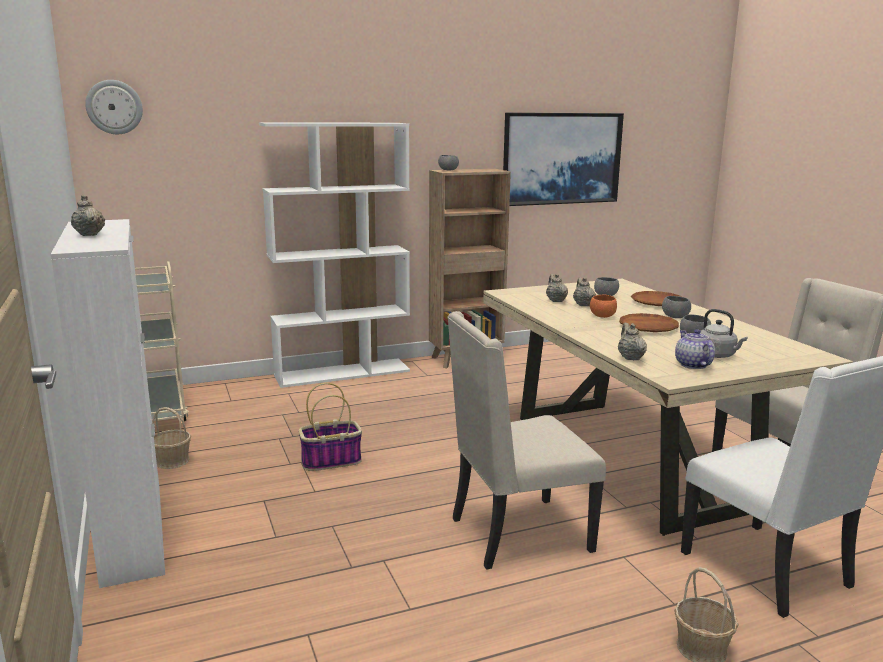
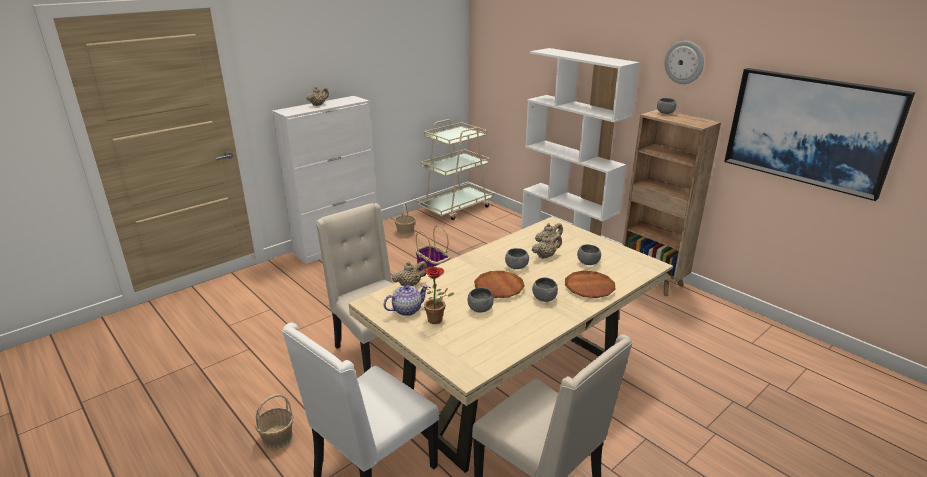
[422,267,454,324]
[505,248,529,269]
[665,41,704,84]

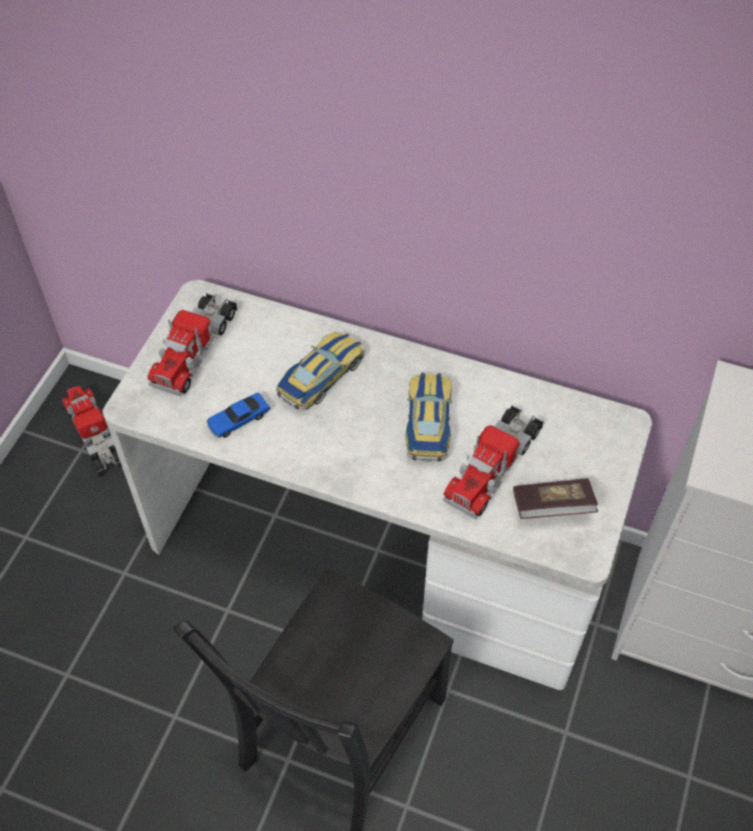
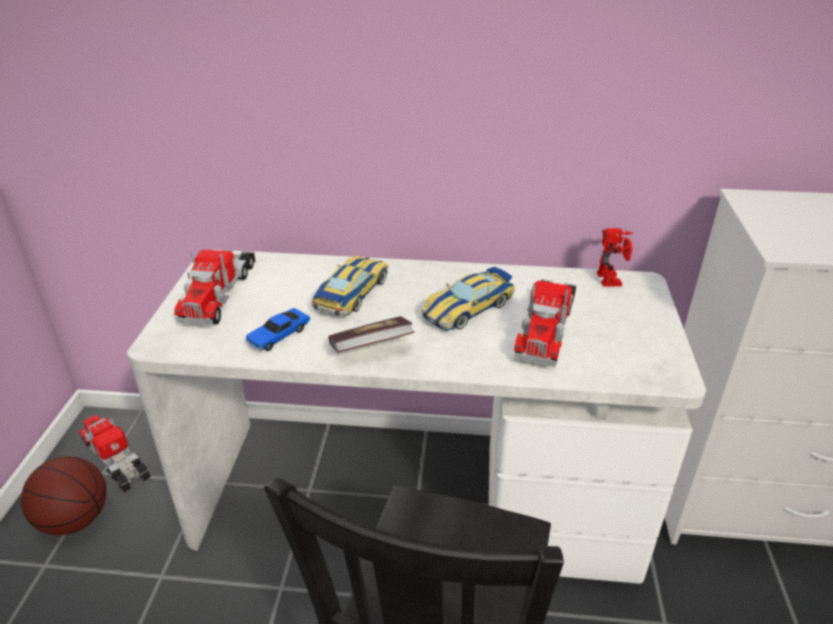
[21,456,107,535]
[328,316,414,352]
[421,267,515,331]
[597,228,633,287]

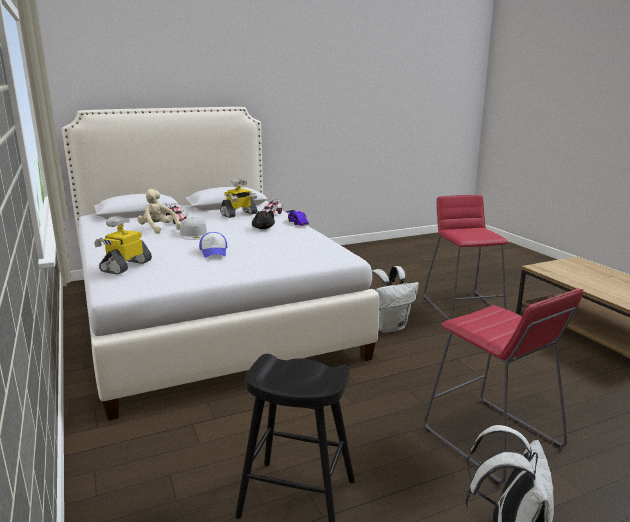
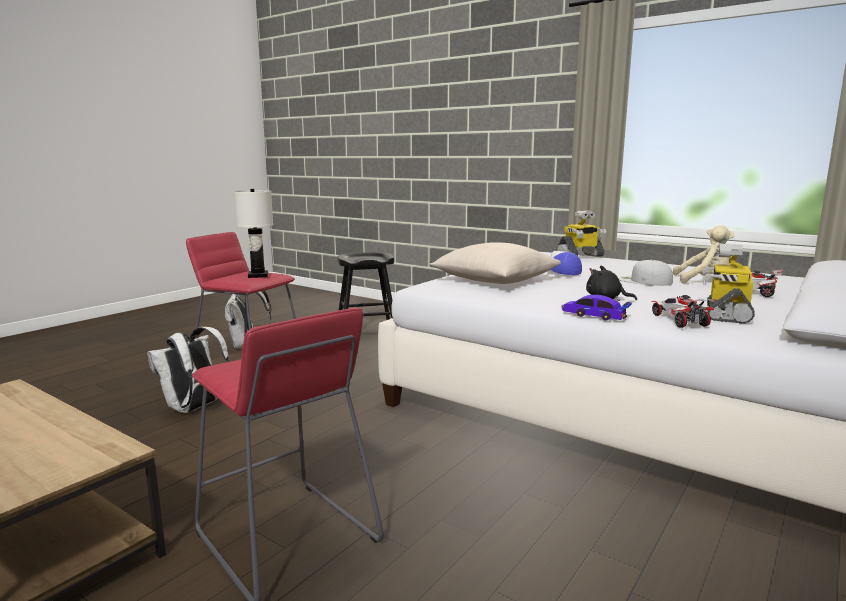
[147,327,230,413]
[233,189,273,278]
[430,242,561,284]
[556,210,607,256]

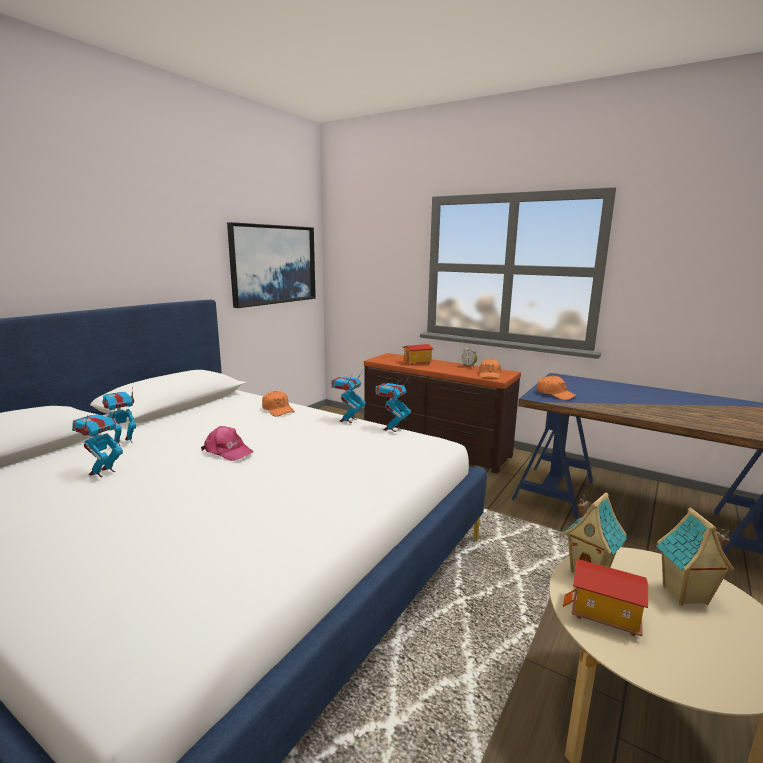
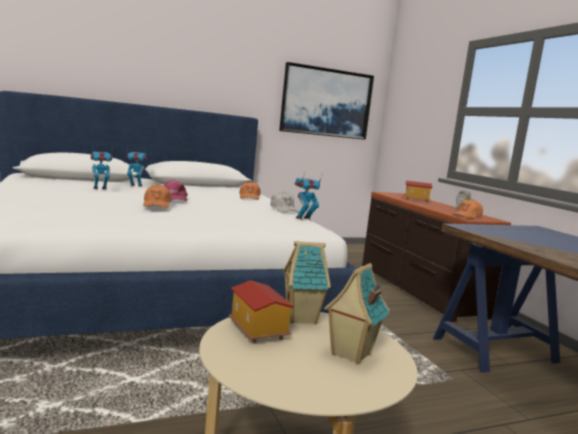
[143,184,172,208]
[271,192,299,213]

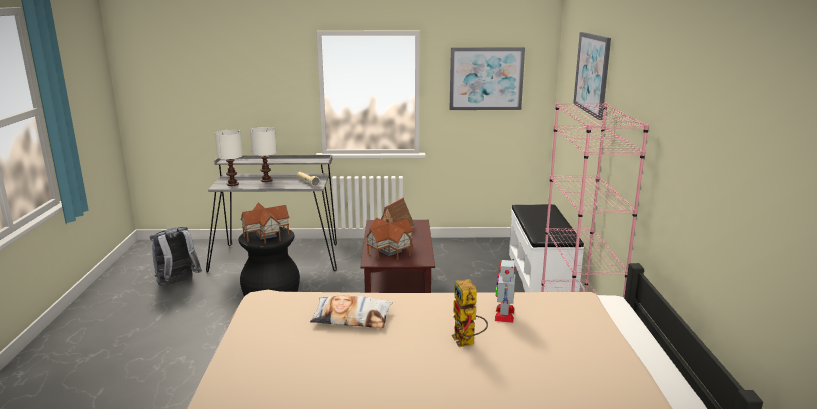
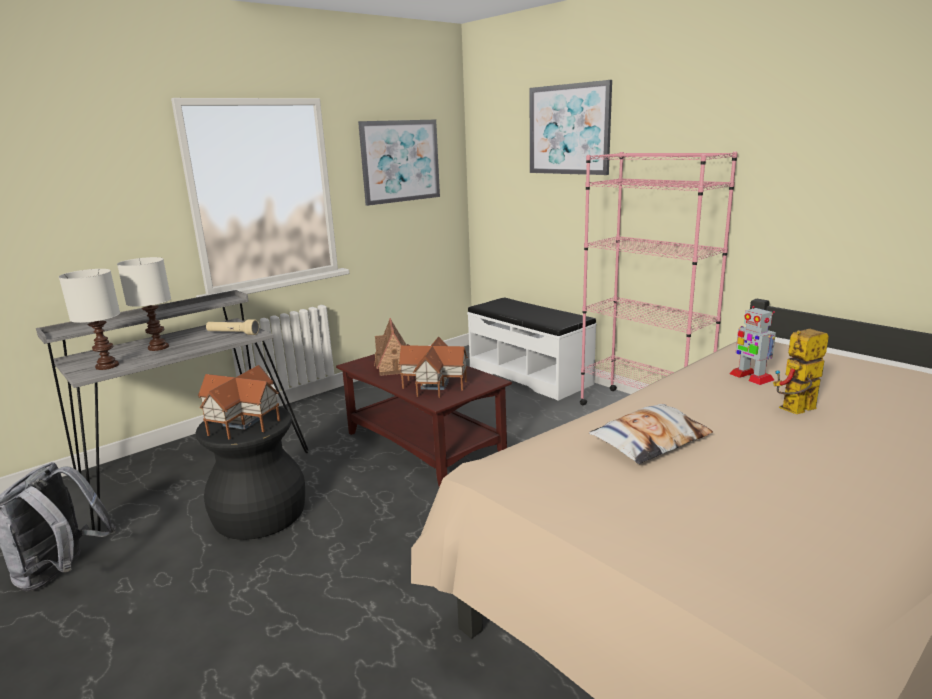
[773,329,829,414]

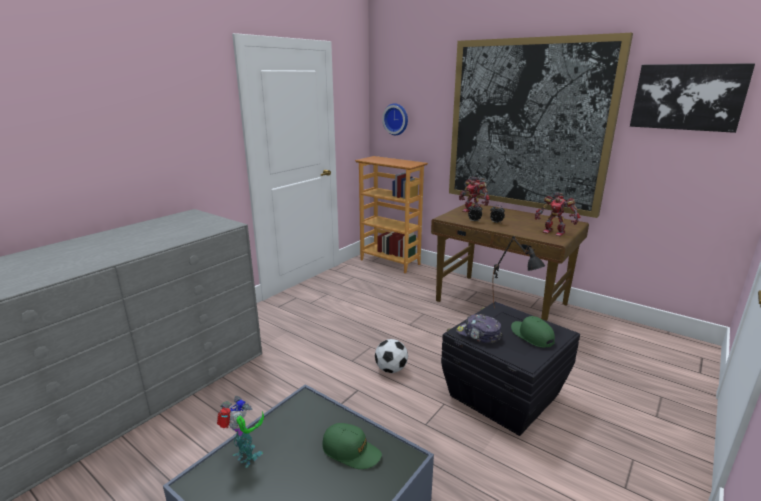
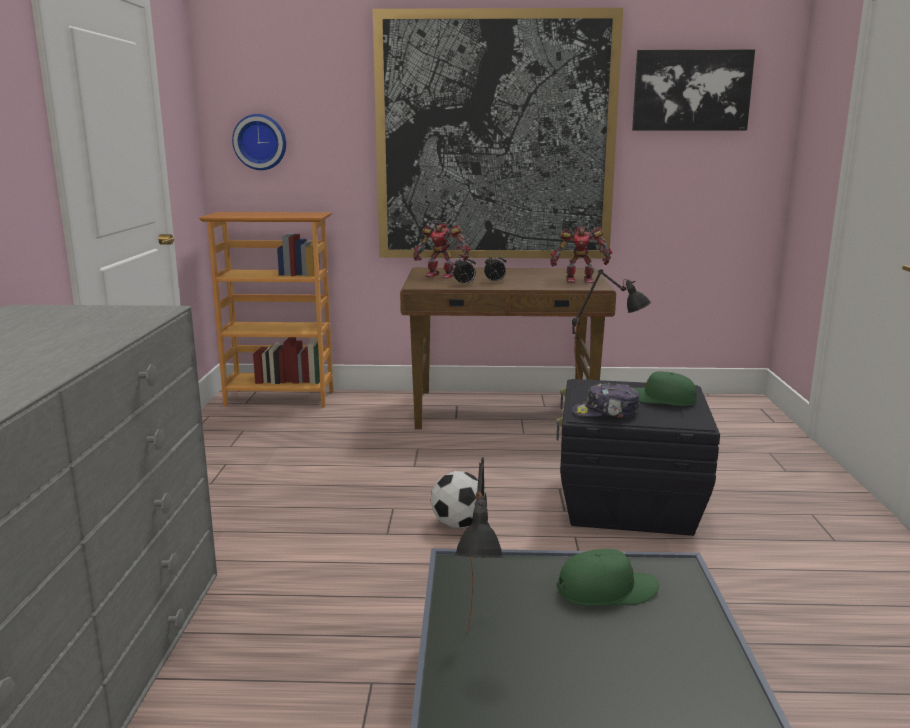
[455,457,503,631]

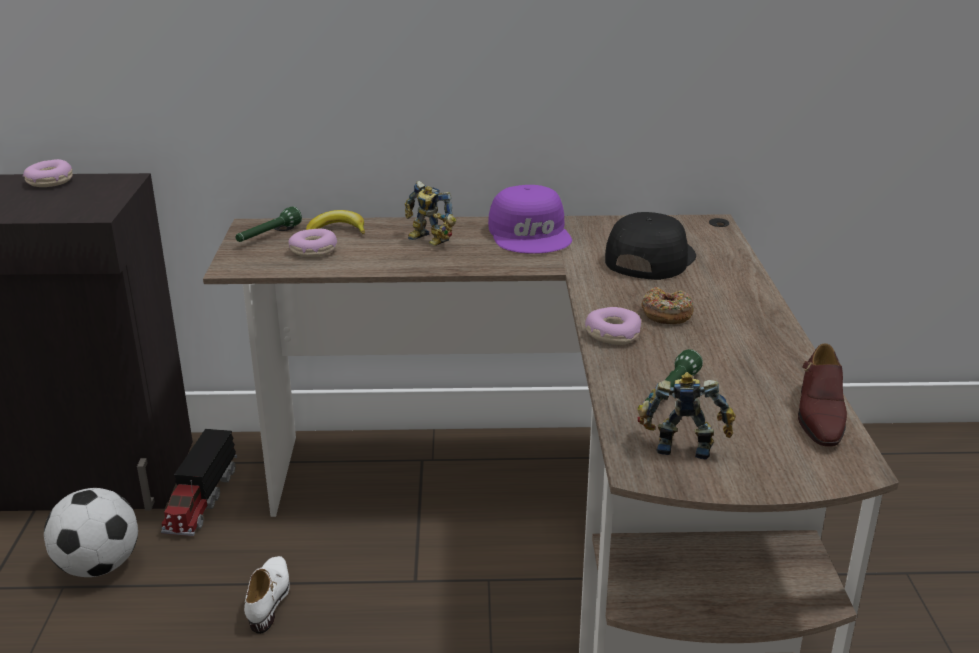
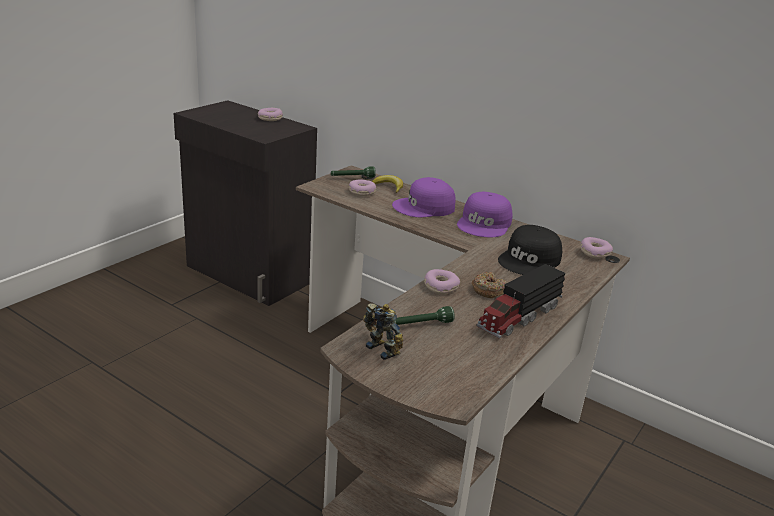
[392,177,456,217]
[476,264,565,339]
[498,225,562,275]
[580,237,613,258]
[44,488,138,577] (first image)
[244,556,290,634] (first image)
[798,343,847,447] (first image)

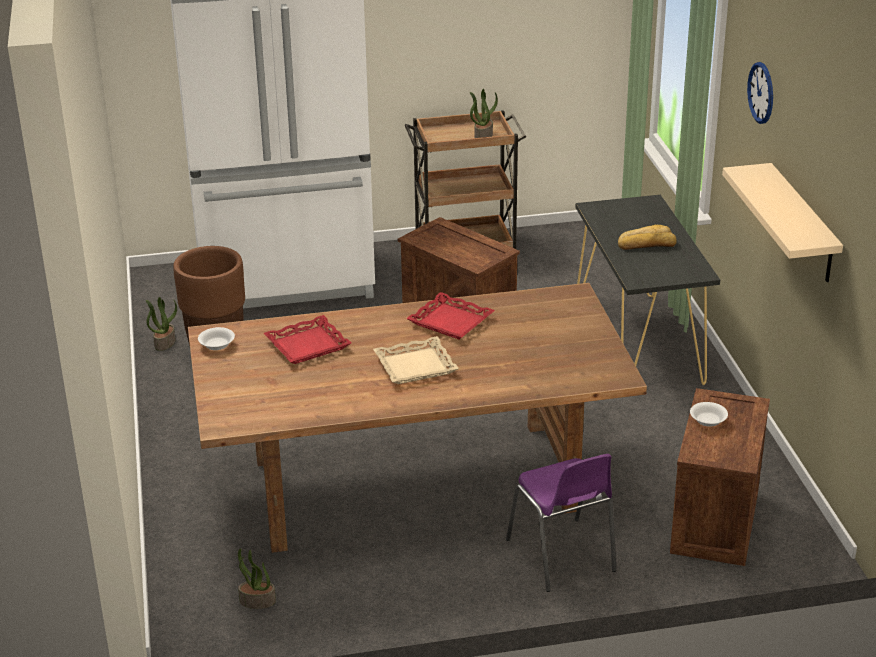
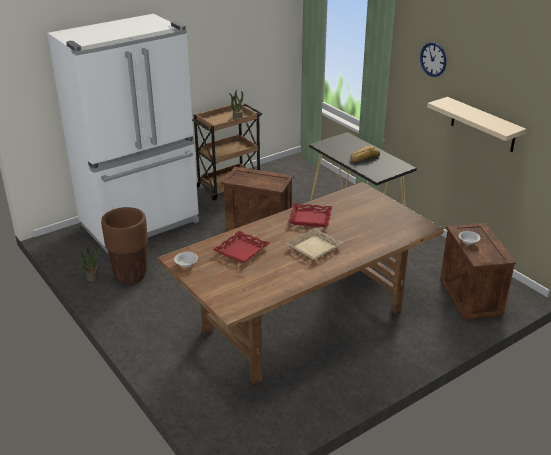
[238,549,276,609] (first image)
[506,454,617,592] (first image)

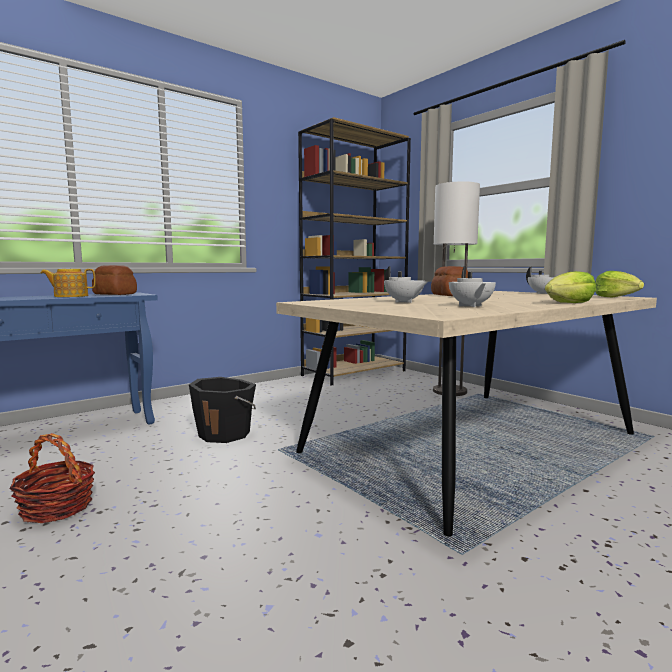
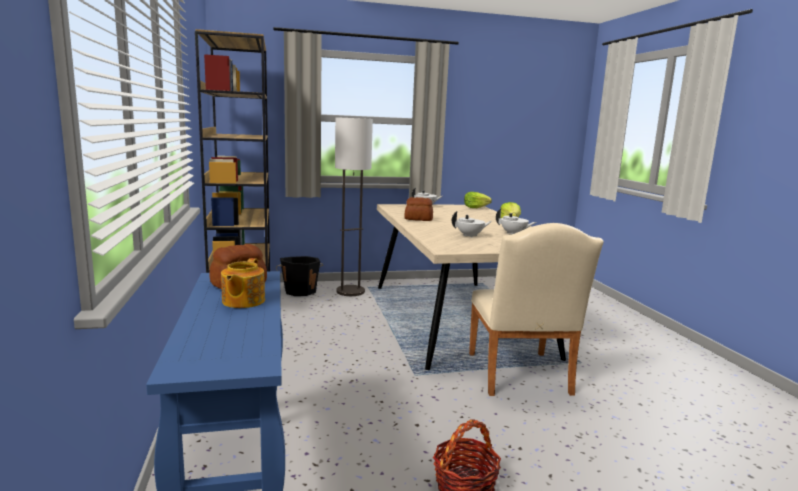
[276,256,323,296]
[469,223,604,396]

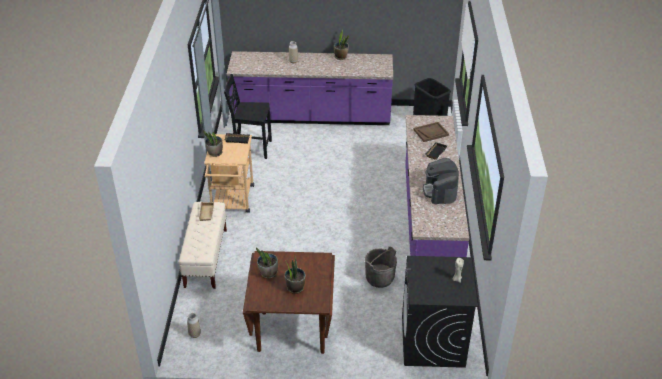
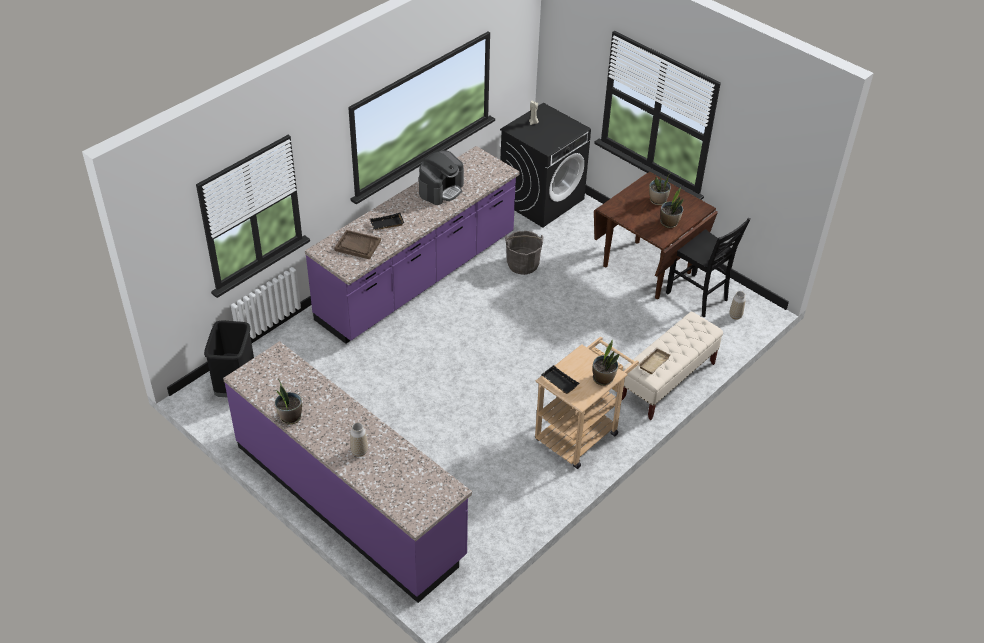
[666,218,750,317]

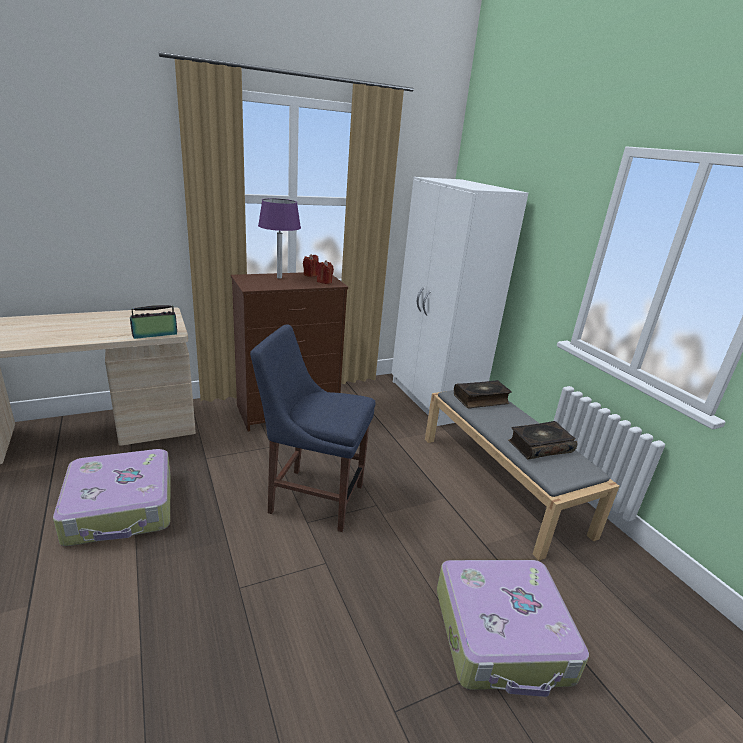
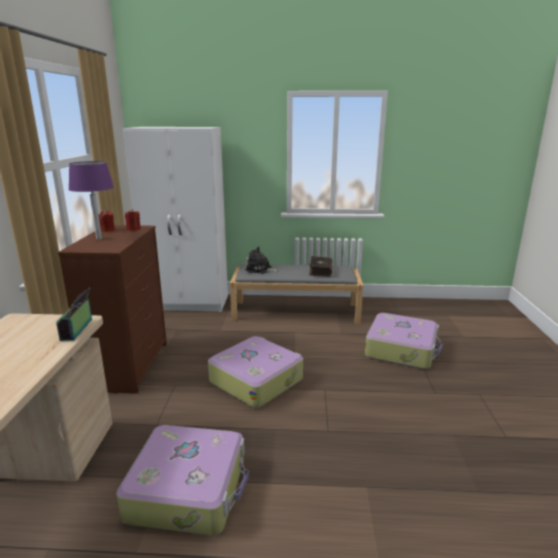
[208,336,303,408]
[245,247,279,274]

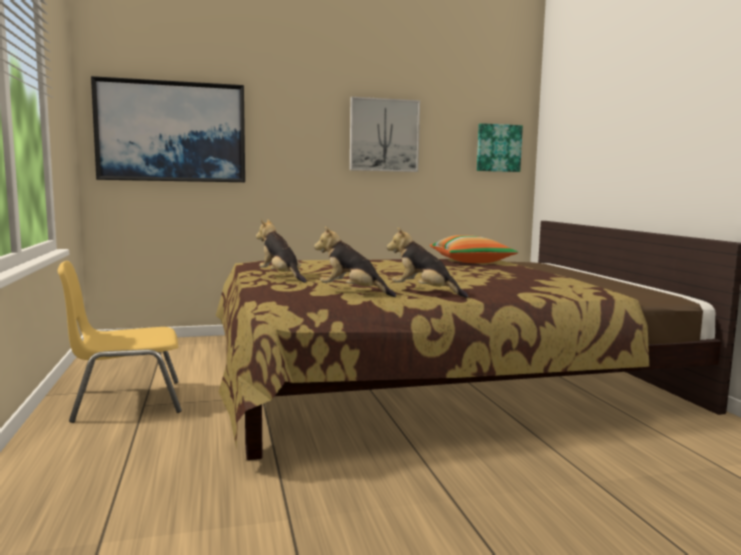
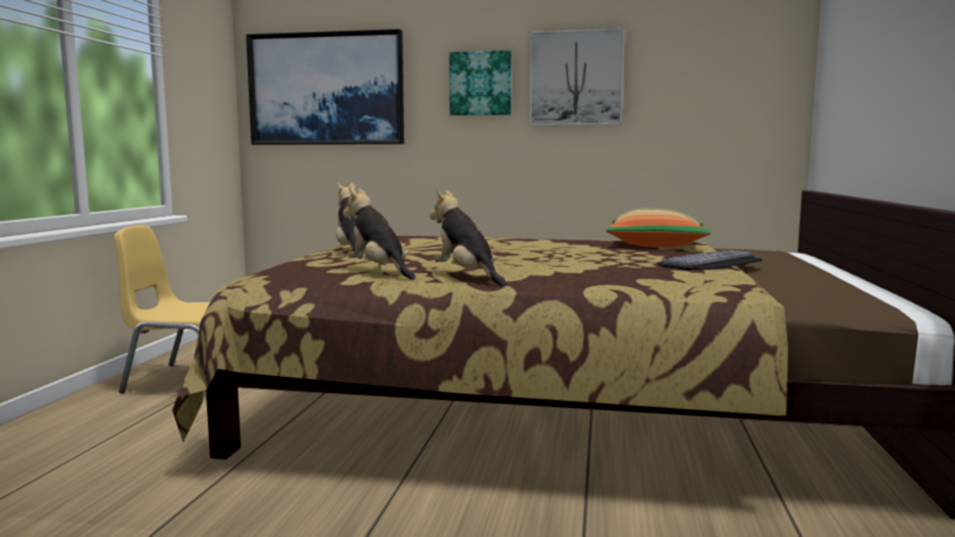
[449,50,512,116]
[657,250,762,270]

